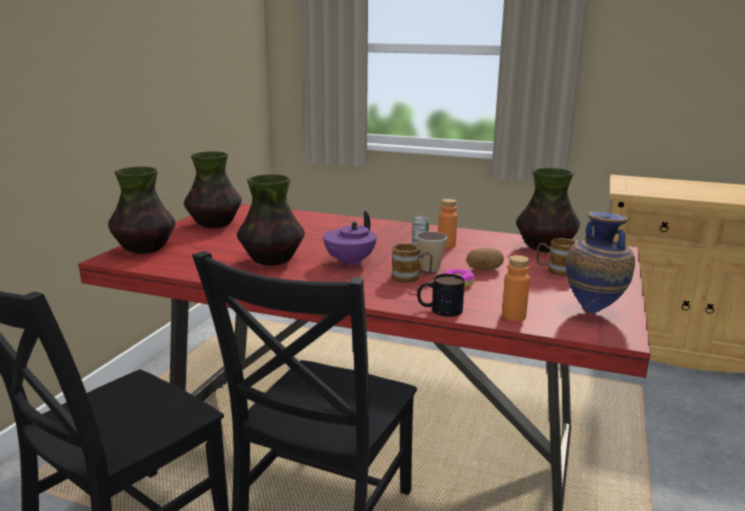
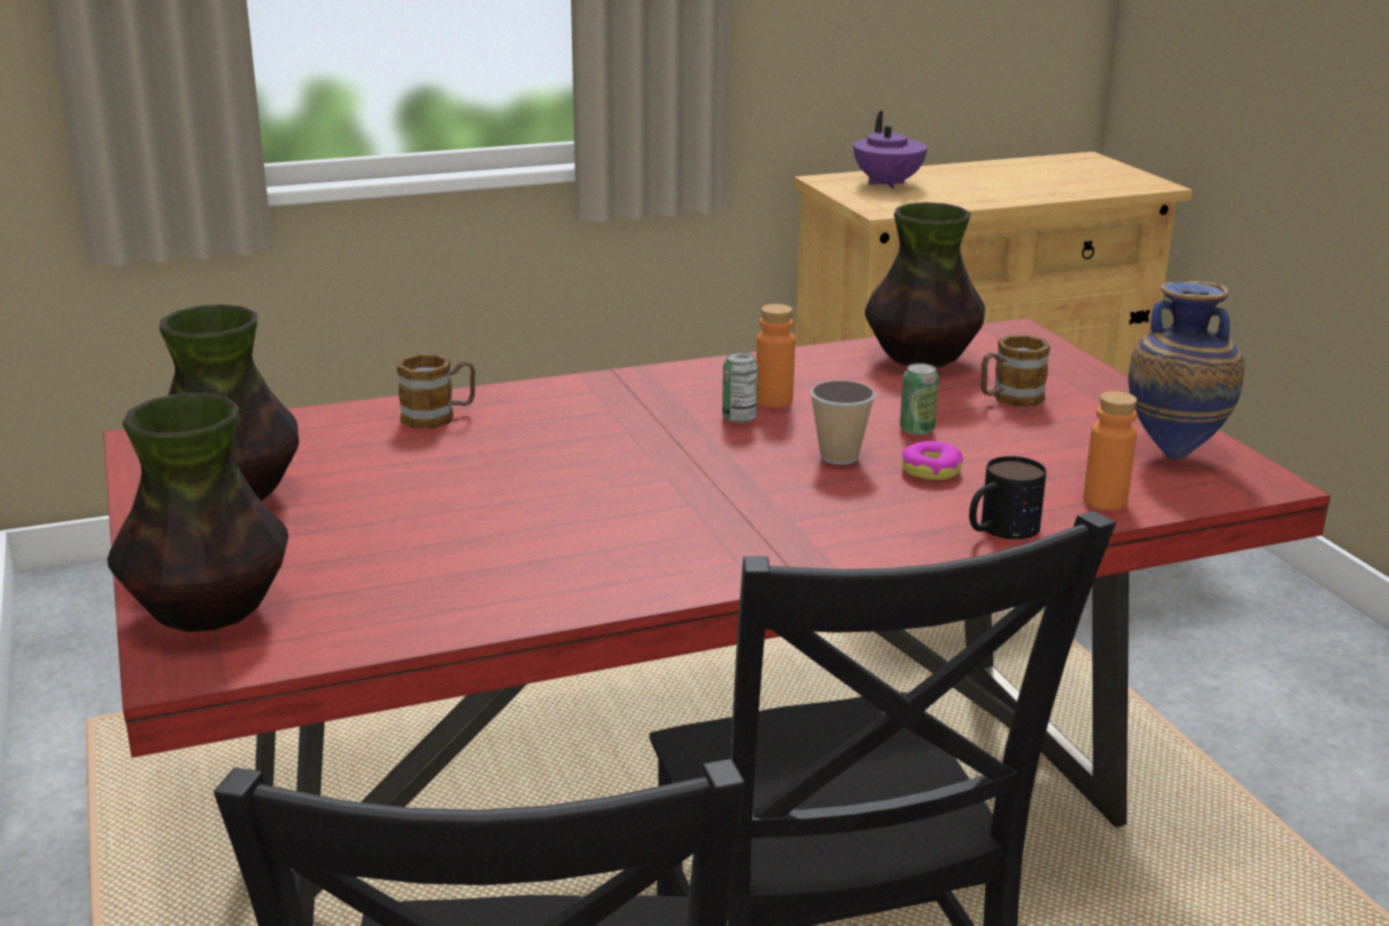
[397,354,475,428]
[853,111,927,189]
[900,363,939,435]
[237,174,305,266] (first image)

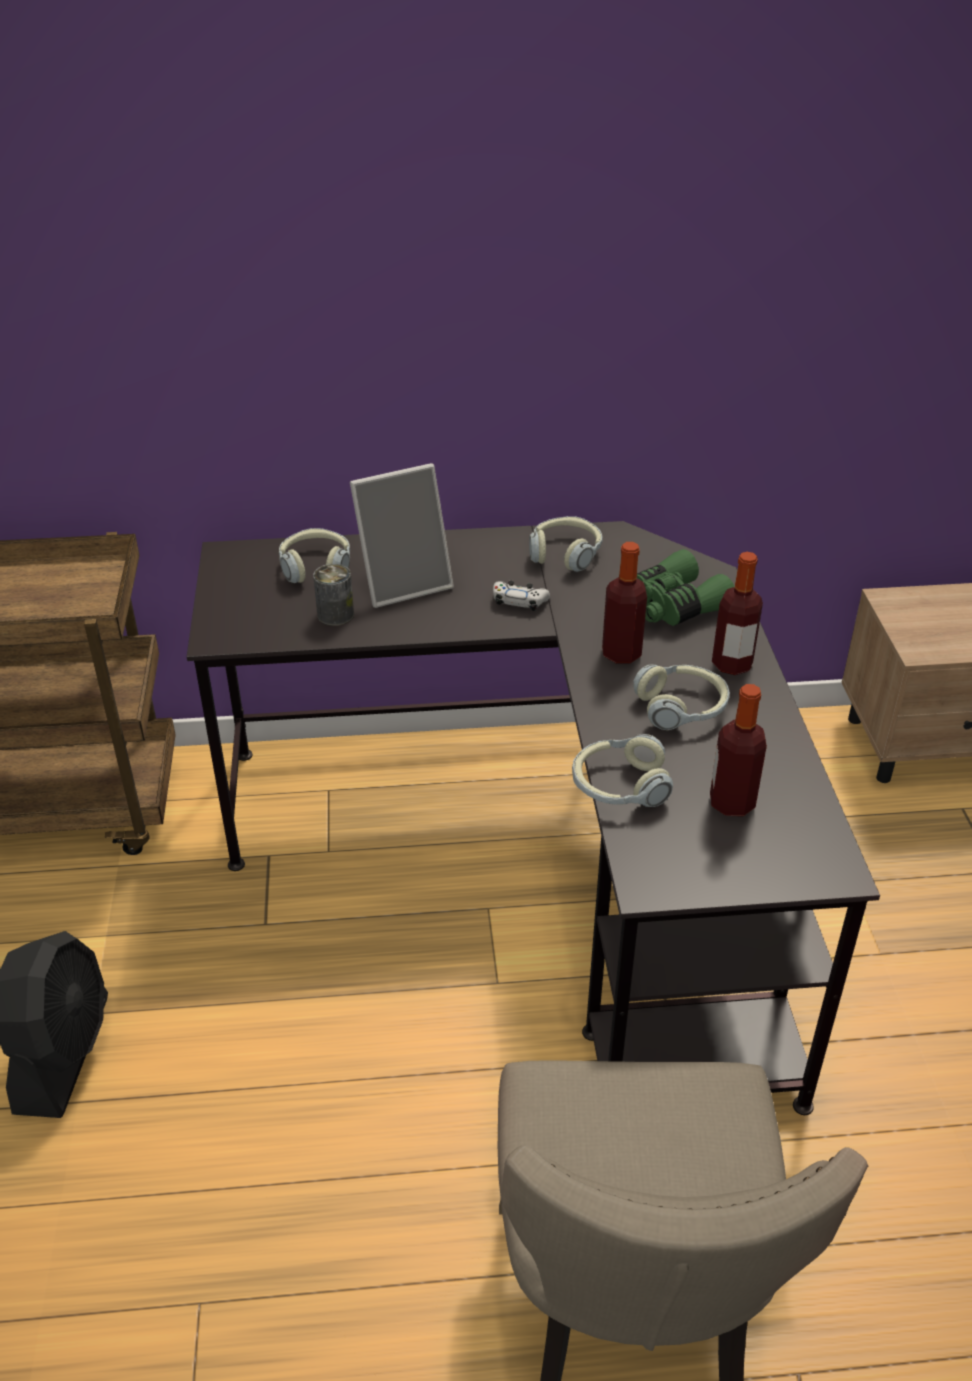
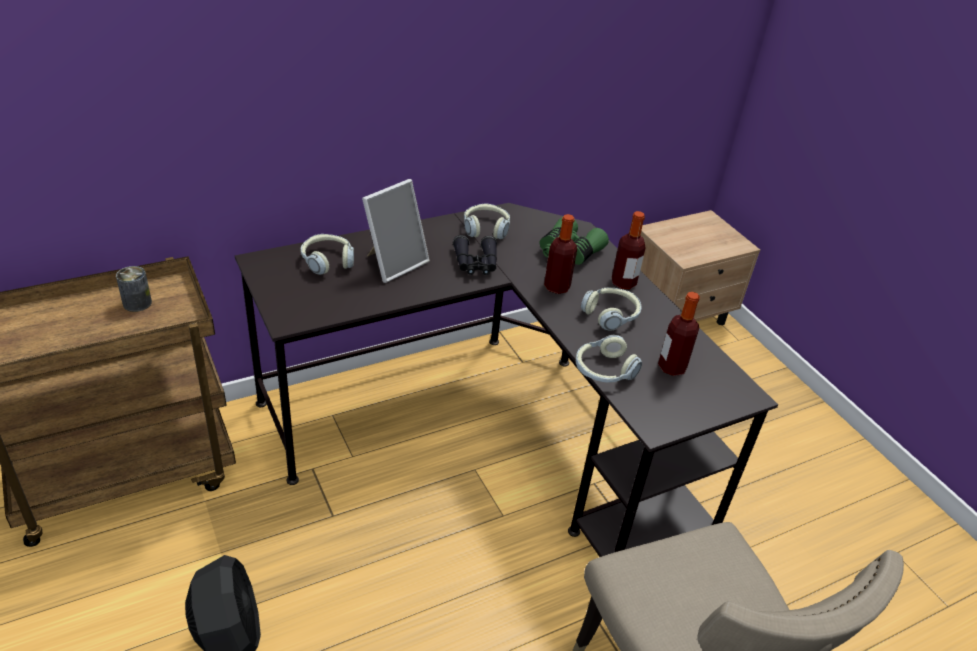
[116,266,152,312]
[453,235,497,275]

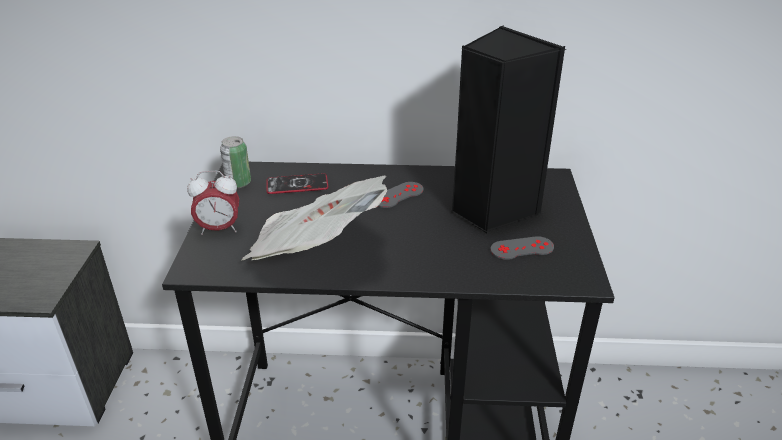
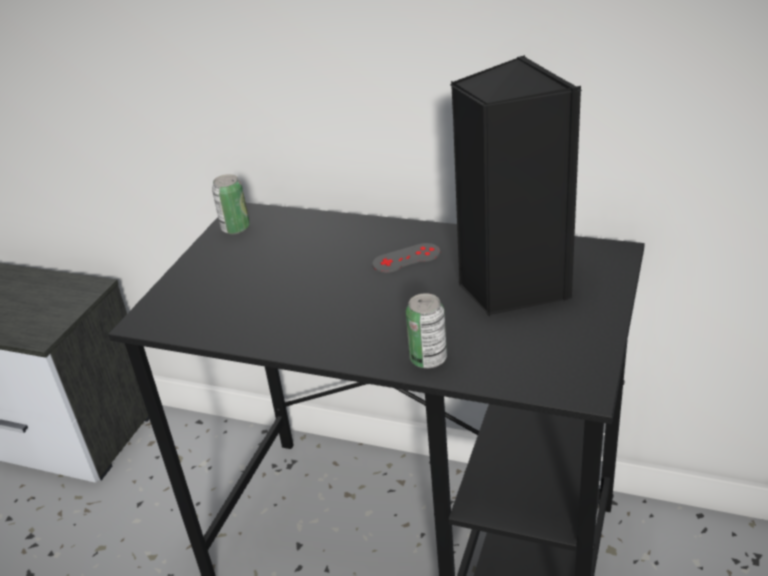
[406,293,447,368]
[187,171,239,235] (first image)
[242,176,387,260] (first image)
[266,173,328,194] (first image)
[490,236,554,260] (first image)

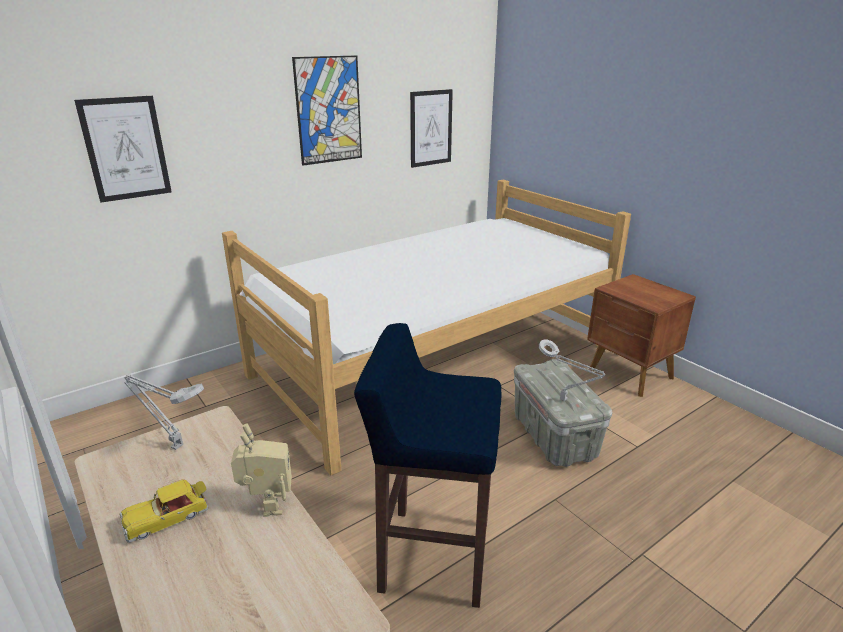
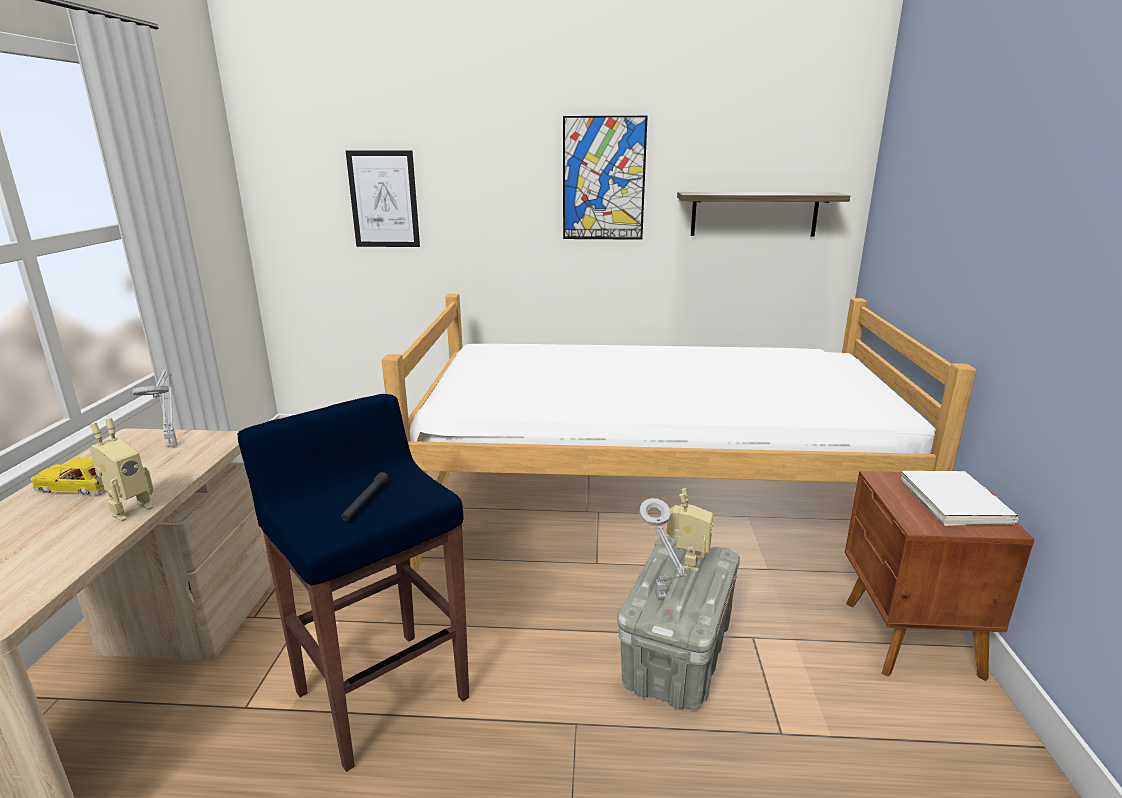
[341,472,389,521]
[666,488,713,572]
[677,192,850,236]
[900,471,1018,526]

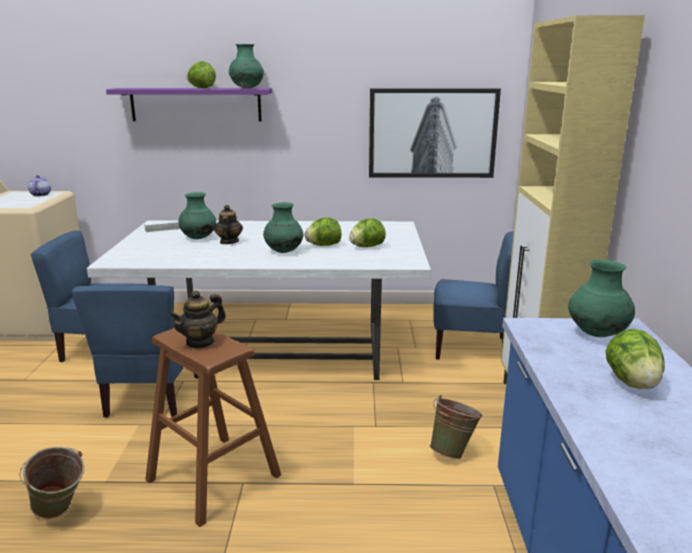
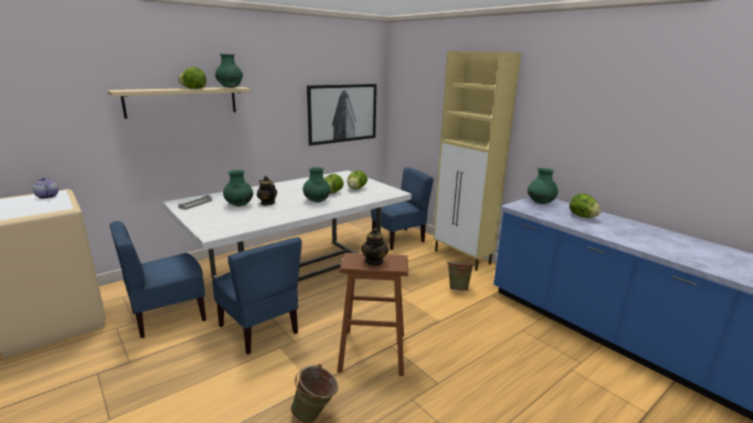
[107,87,251,119]

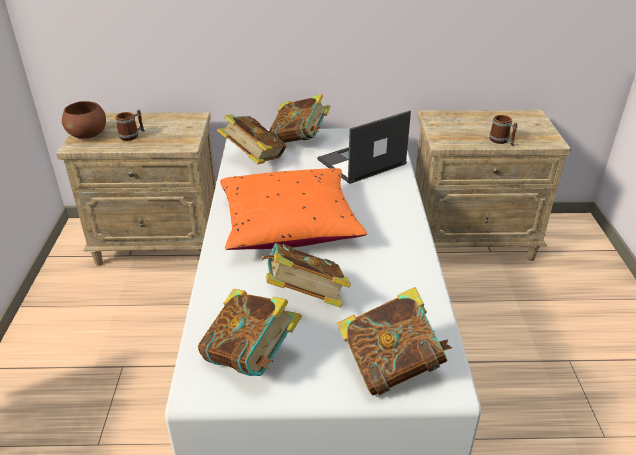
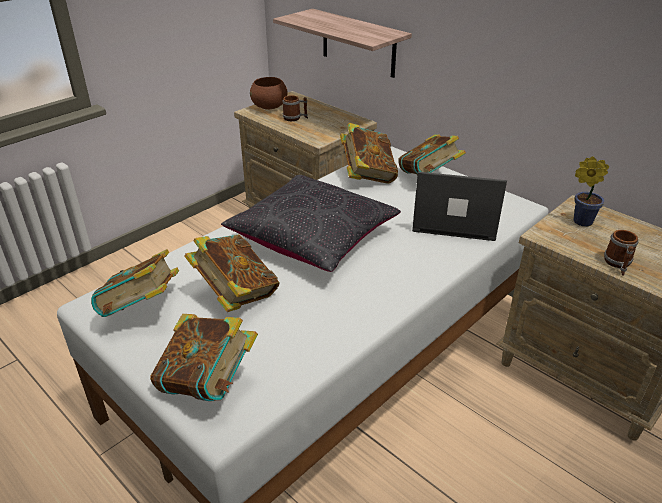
[221,175,401,272]
[273,9,412,78]
[574,156,609,226]

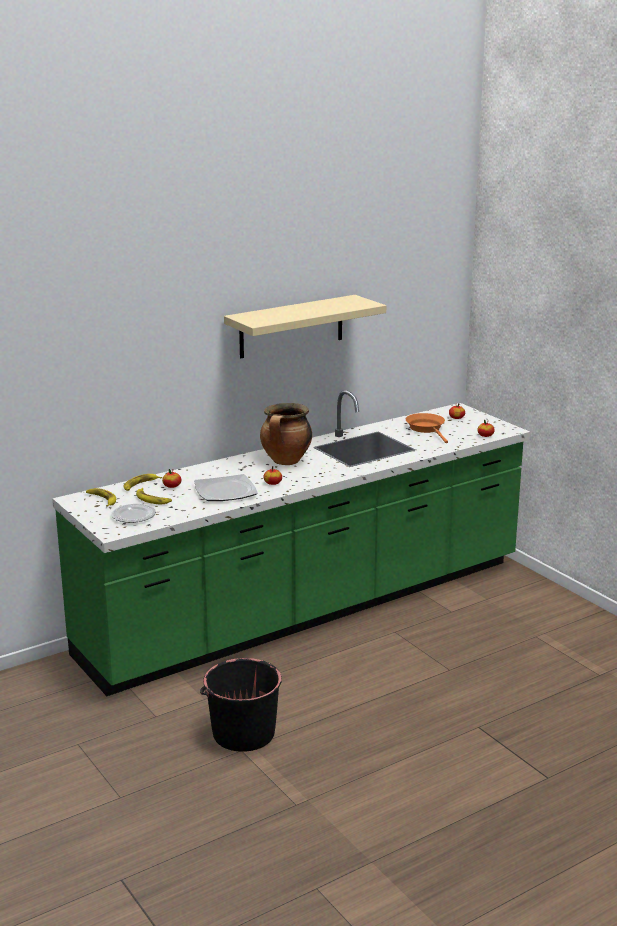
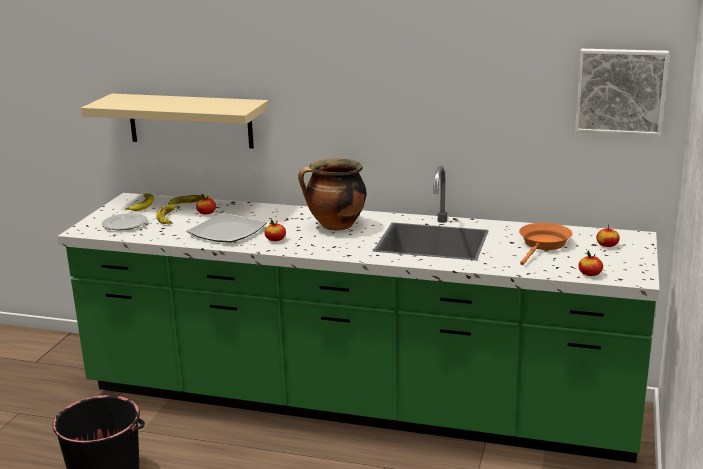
[81,94,269,149]
[575,49,669,136]

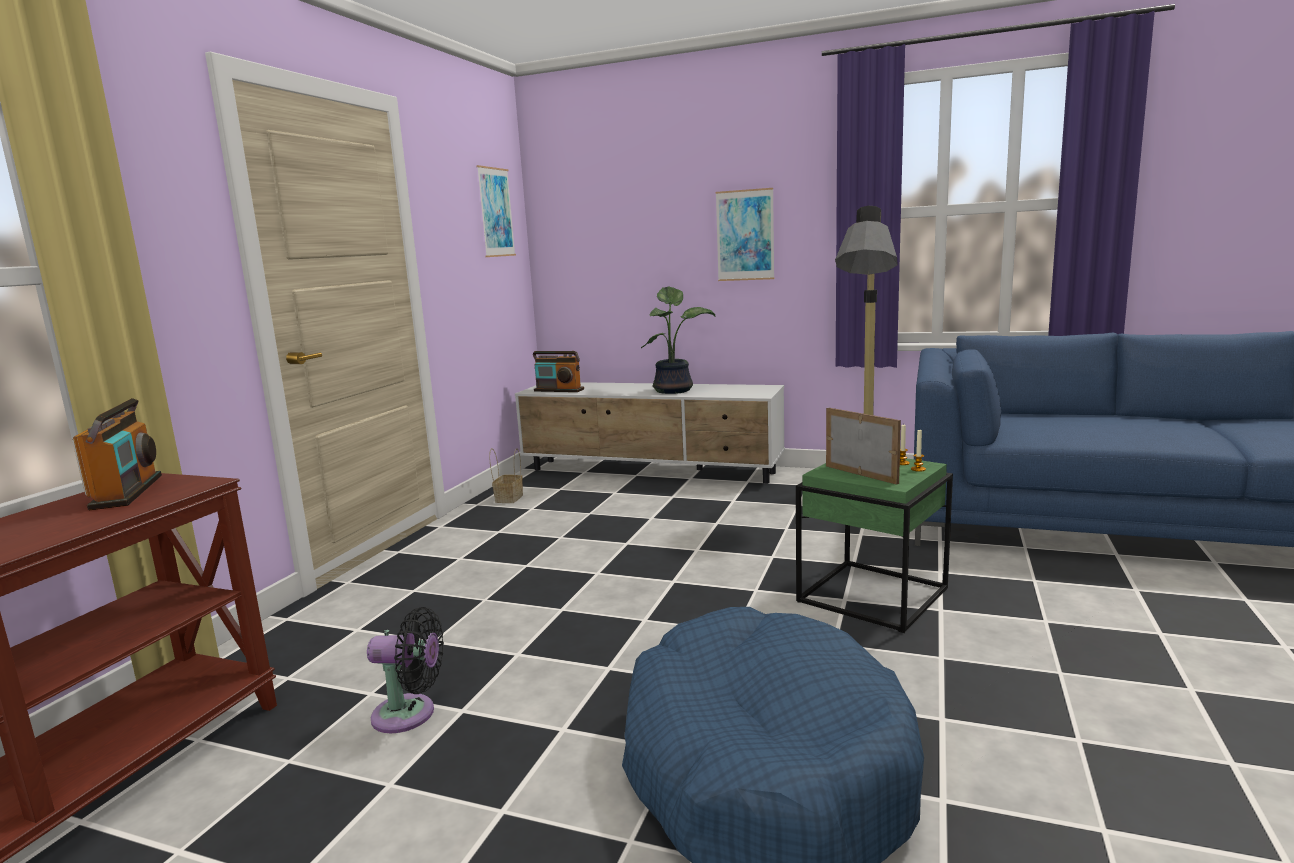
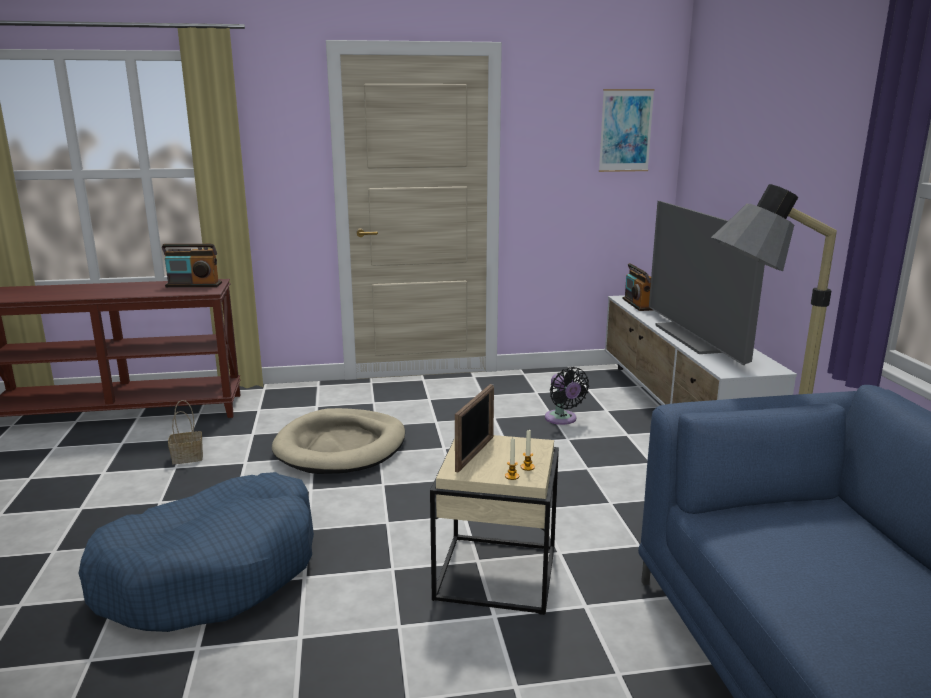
[162,244,222,287]
[168,400,203,464]
[272,408,405,474]
[430,435,559,615]
[545,367,589,425]
[649,201,765,365]
[716,188,774,281] (first image)

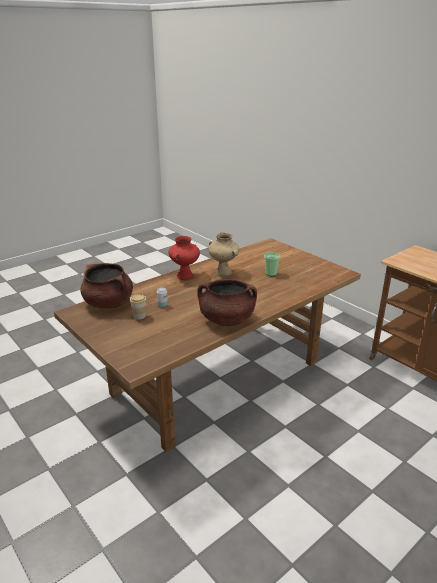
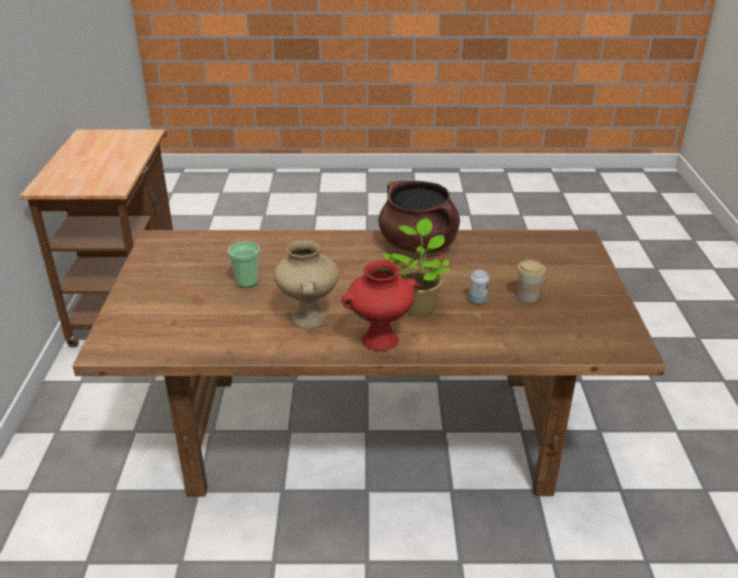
[383,218,451,316]
[80,263,133,309] (first image)

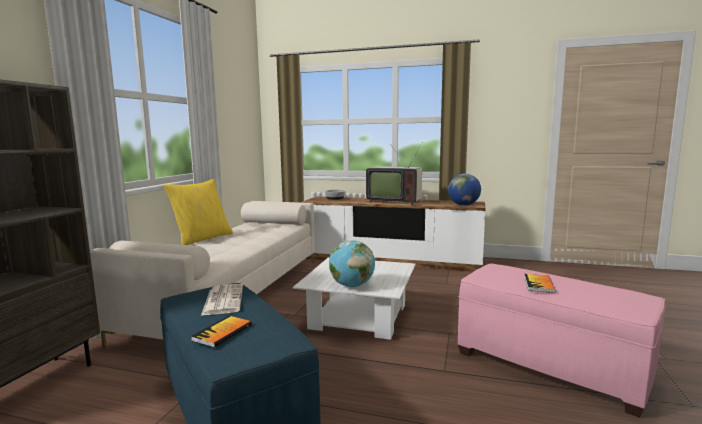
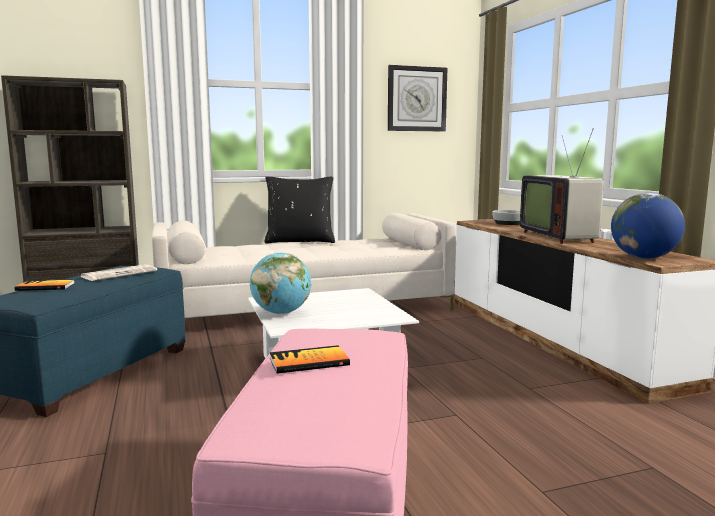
[264,176,335,244]
[388,65,447,132]

